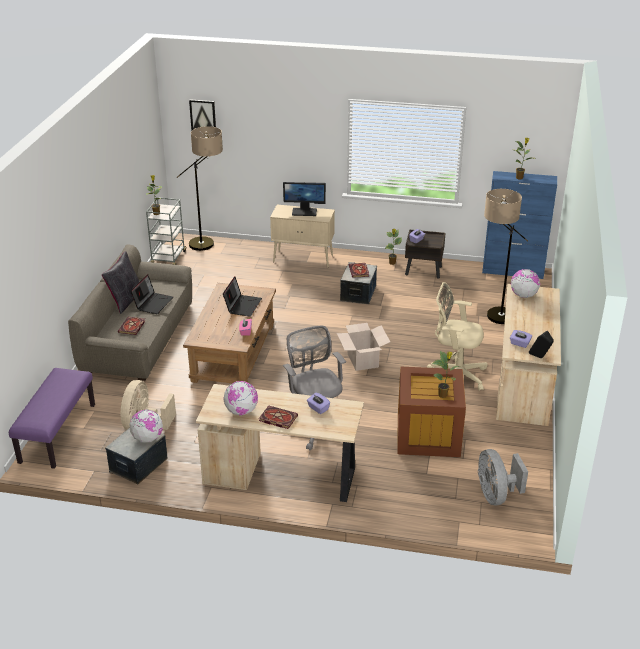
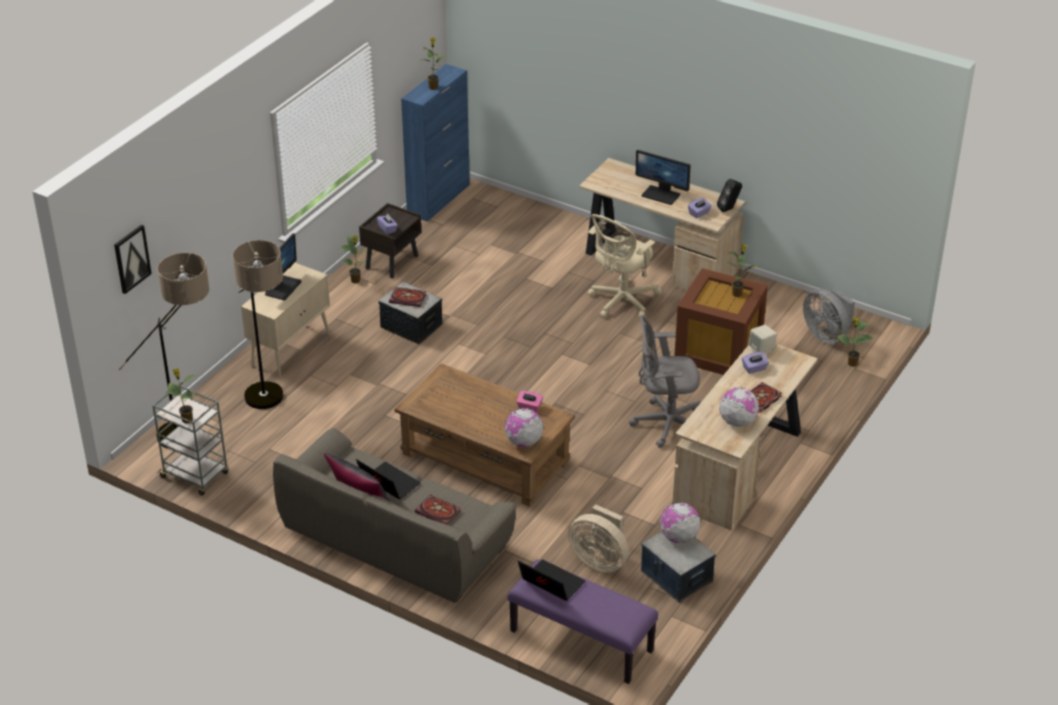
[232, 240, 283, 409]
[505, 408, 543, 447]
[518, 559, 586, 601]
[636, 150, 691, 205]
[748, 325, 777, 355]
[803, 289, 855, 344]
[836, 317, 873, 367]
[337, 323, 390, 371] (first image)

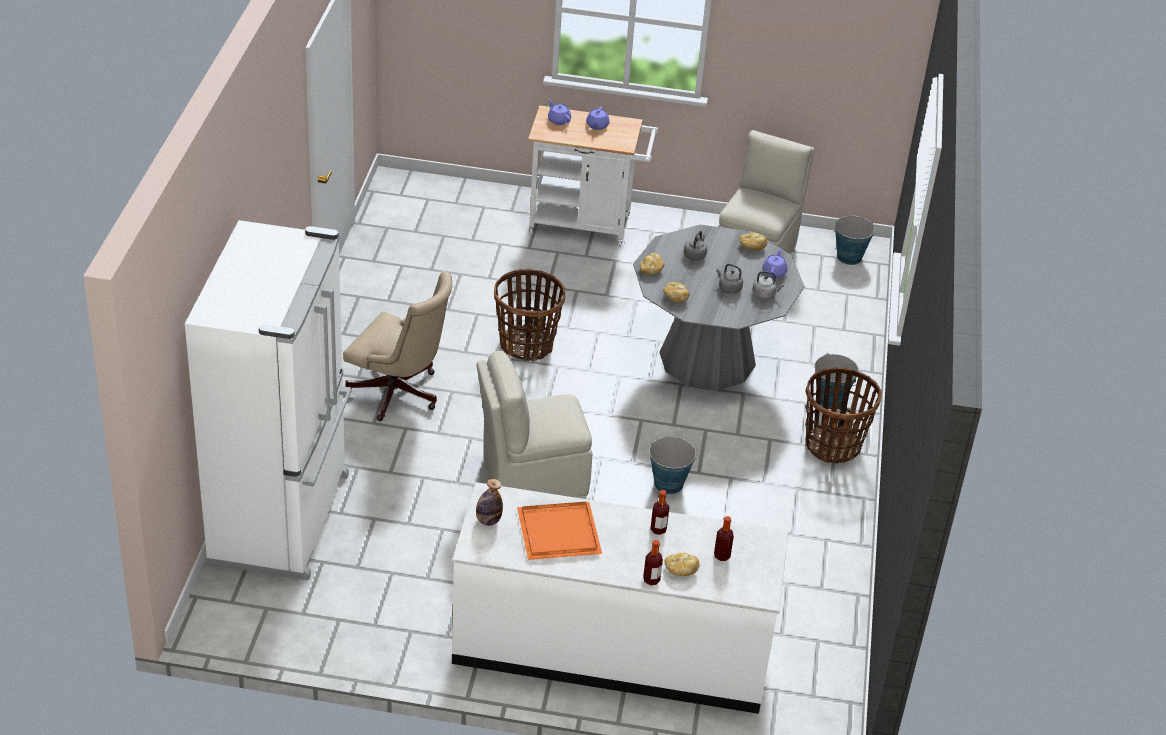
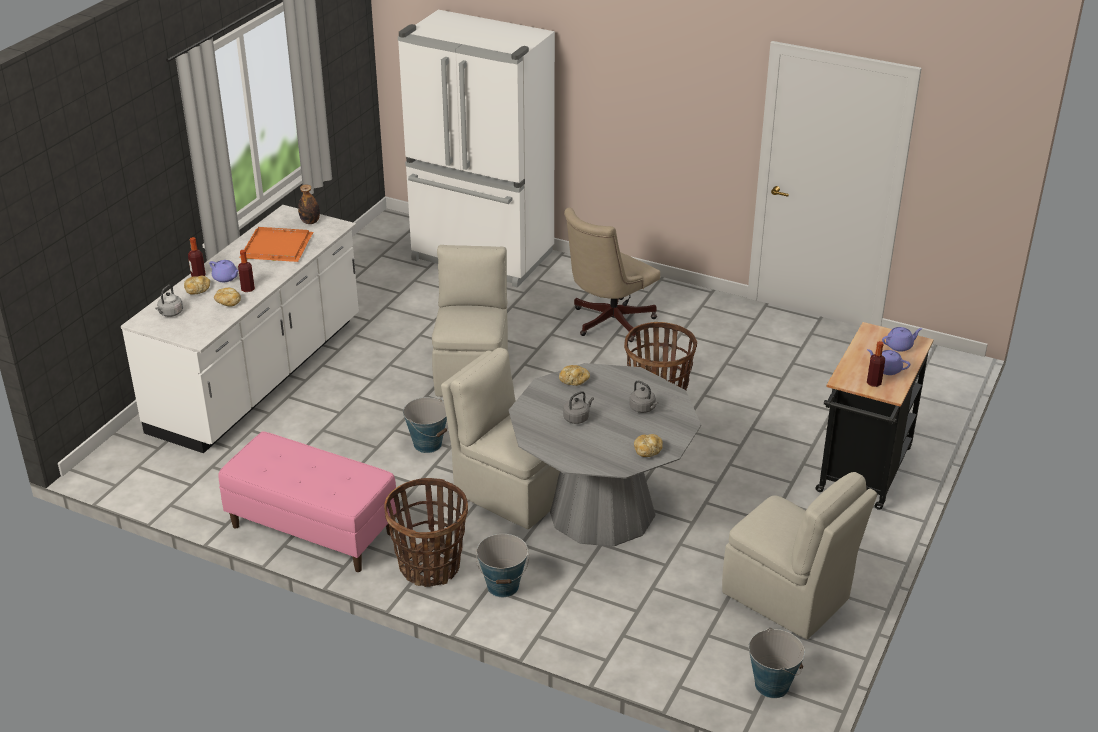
[155, 285, 183, 317]
[209, 260, 239, 282]
[214, 288, 241, 307]
[219, 431, 396, 572]
[441, 348, 560, 529]
[815, 322, 934, 510]
[867, 341, 885, 387]

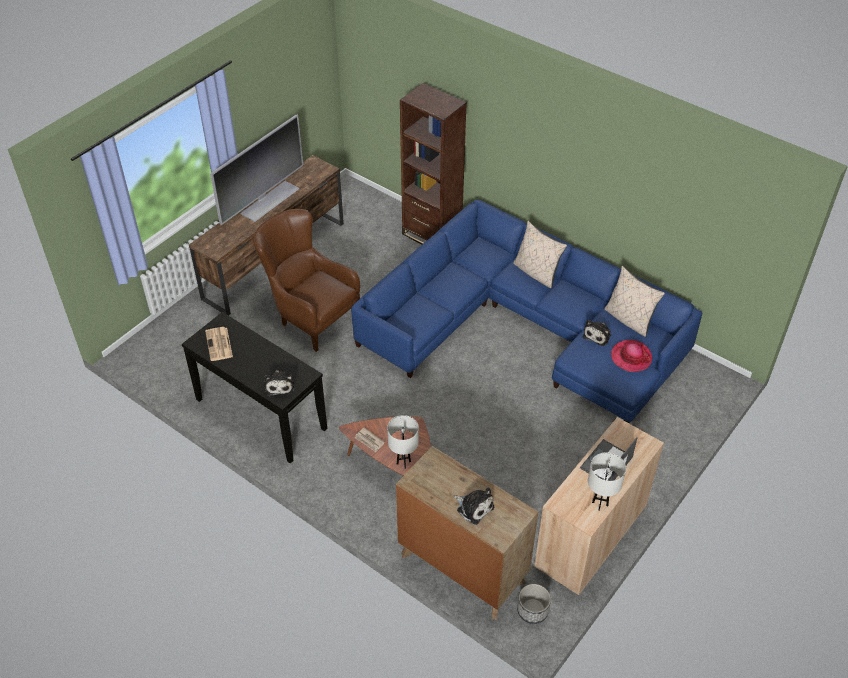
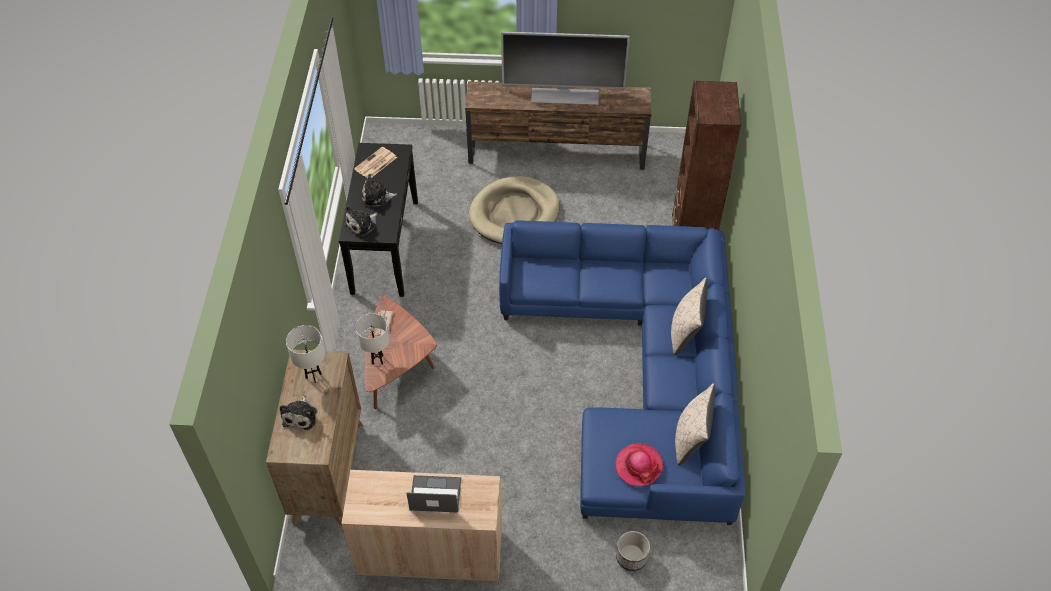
[286, 325, 325, 383]
[362, 174, 397, 207]
[469, 176, 560, 244]
[616, 531, 650, 571]

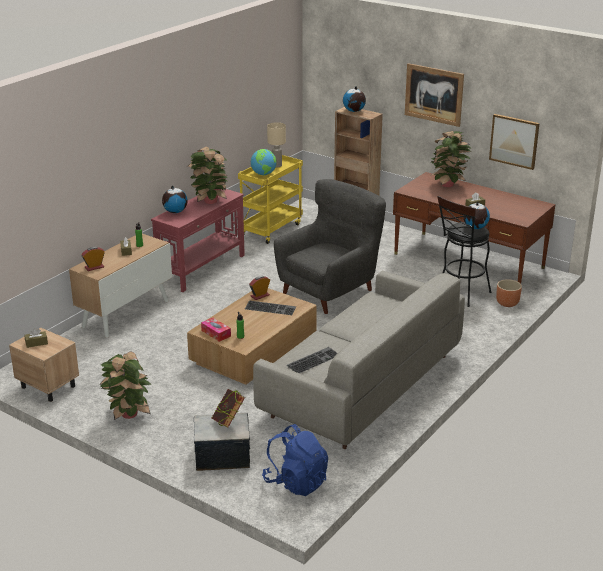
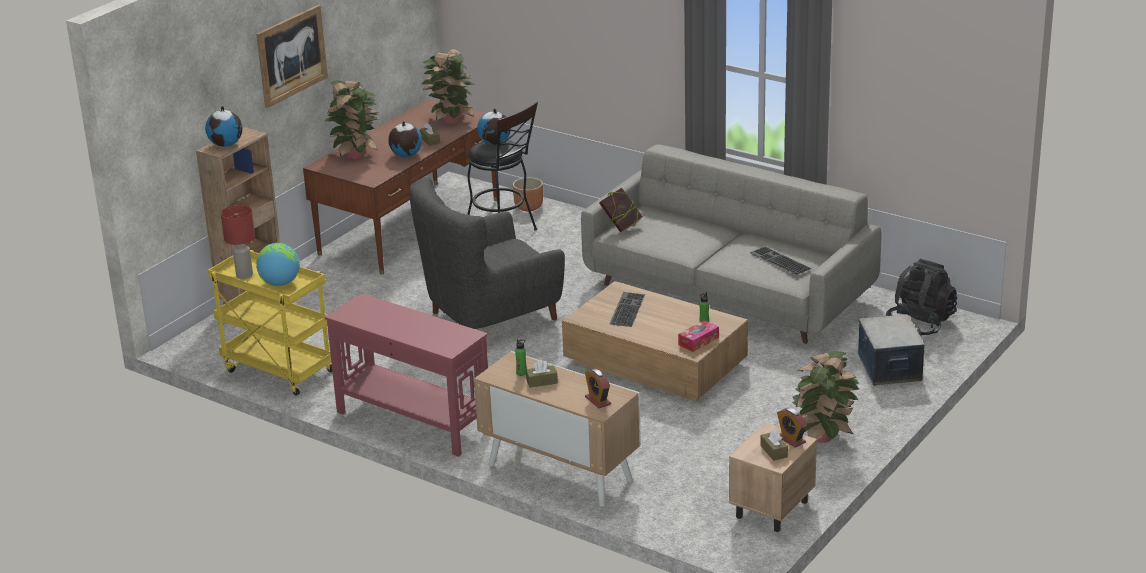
[221, 205, 255, 279]
[388, 121, 422, 157]
[409, 177, 565, 329]
[422, 49, 475, 124]
[599, 188, 643, 233]
[777, 408, 807, 448]
[886, 259, 957, 336]
[489, 114, 540, 170] (first image)

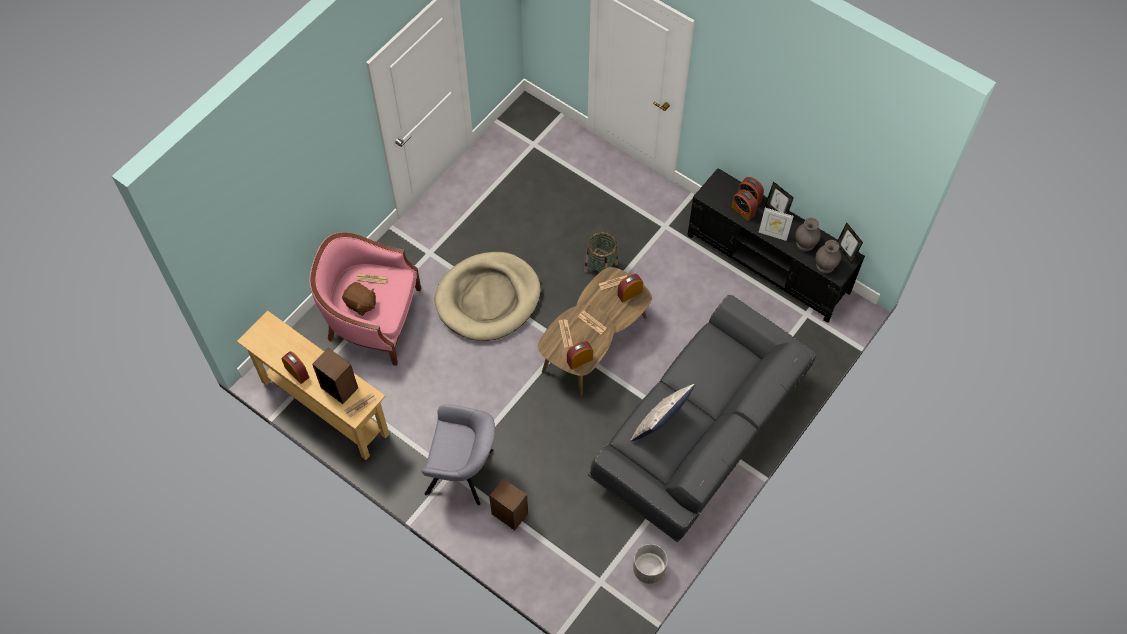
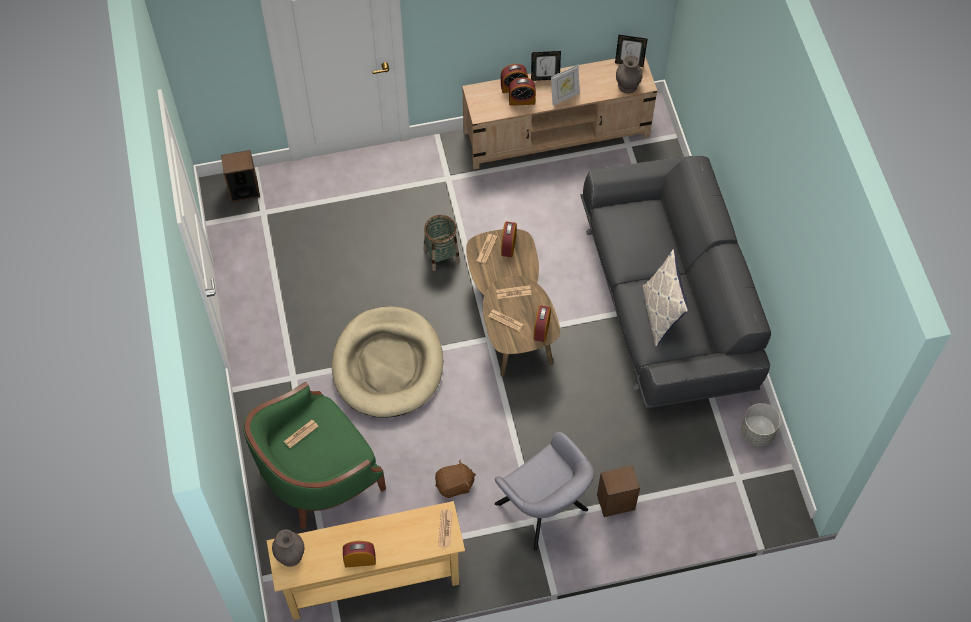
[221, 150, 260, 202]
[243, 382, 386, 529]
[272, 529, 304, 567]
[435, 459, 476, 498]
[462, 57, 657, 170]
[495, 432, 595, 551]

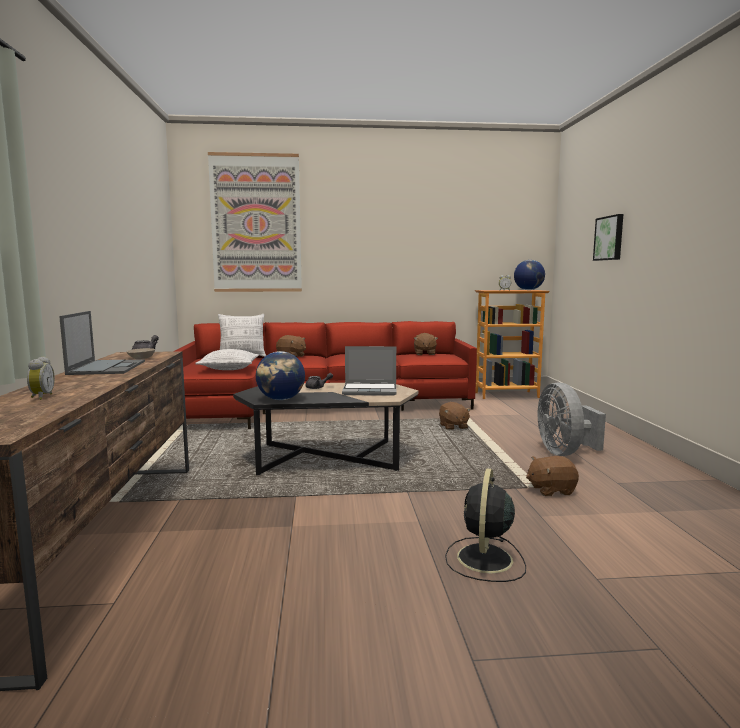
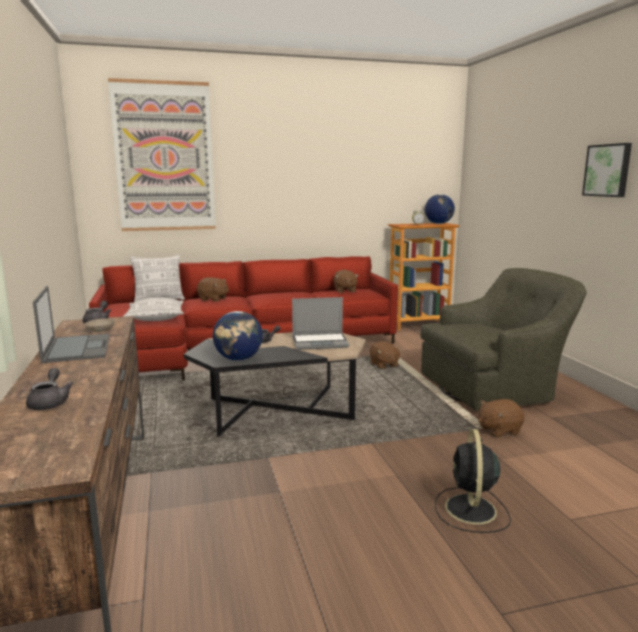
[26, 368, 73, 410]
[420, 268, 587, 411]
[582, 143, 632, 197]

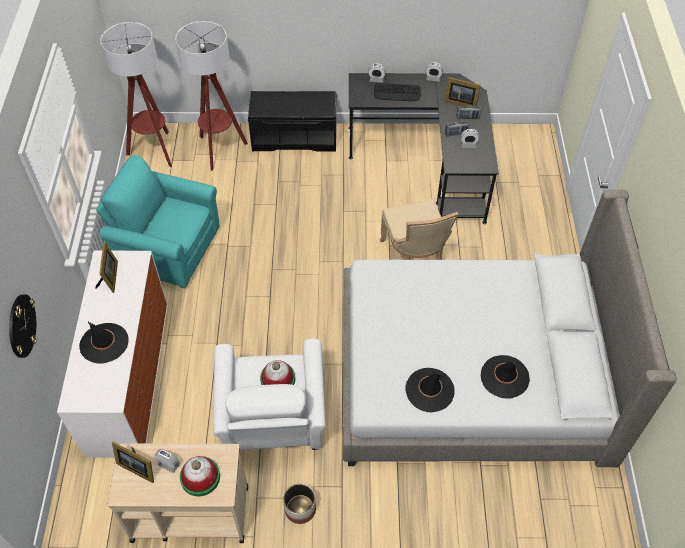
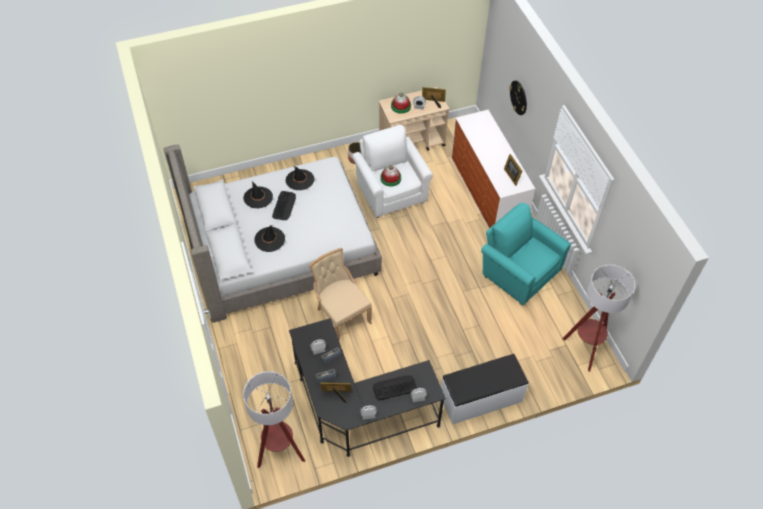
[243, 371, 305, 468]
[254, 225, 285, 252]
[272, 191, 296, 220]
[441, 354, 529, 425]
[481, 203, 571, 305]

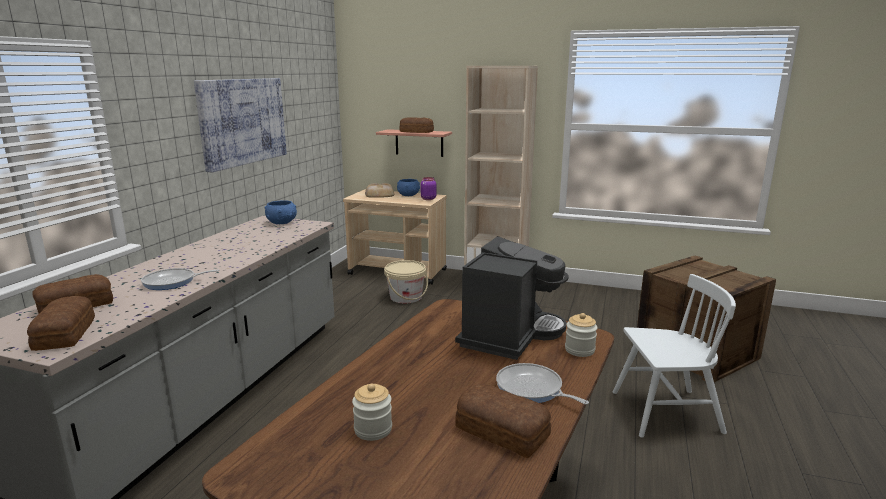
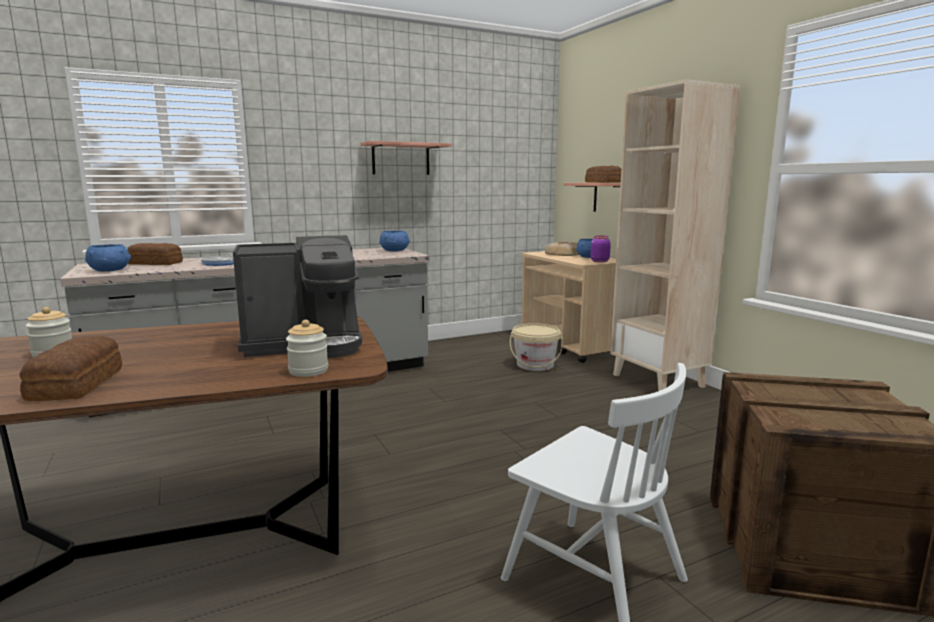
[85, 244, 131, 271]
[360, 141, 452, 175]
[496, 363, 589, 405] (first image)

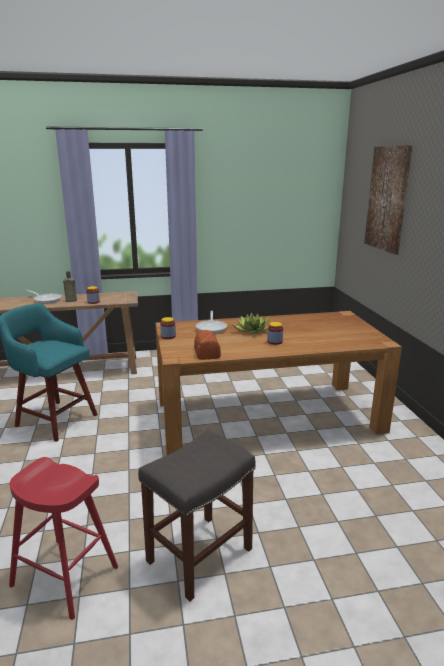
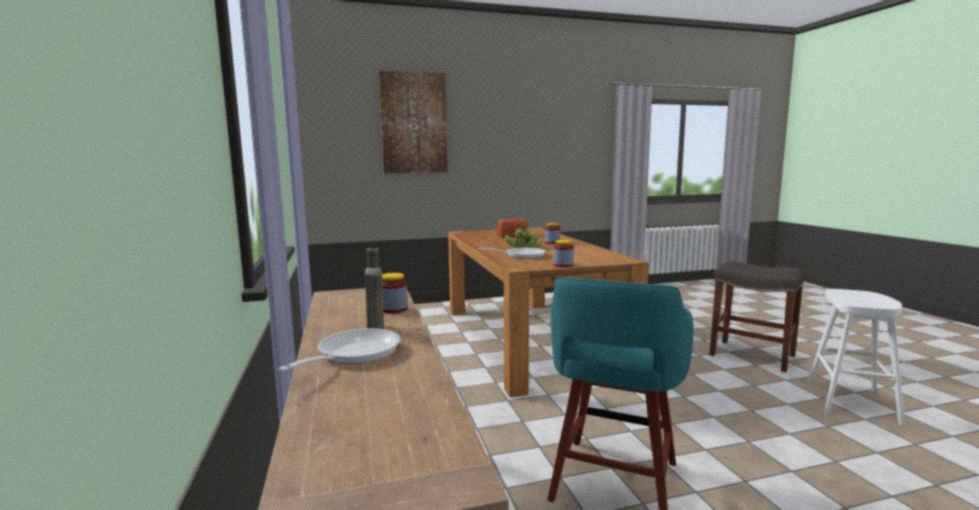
[497, 218, 528, 237]
[807, 289, 905, 425]

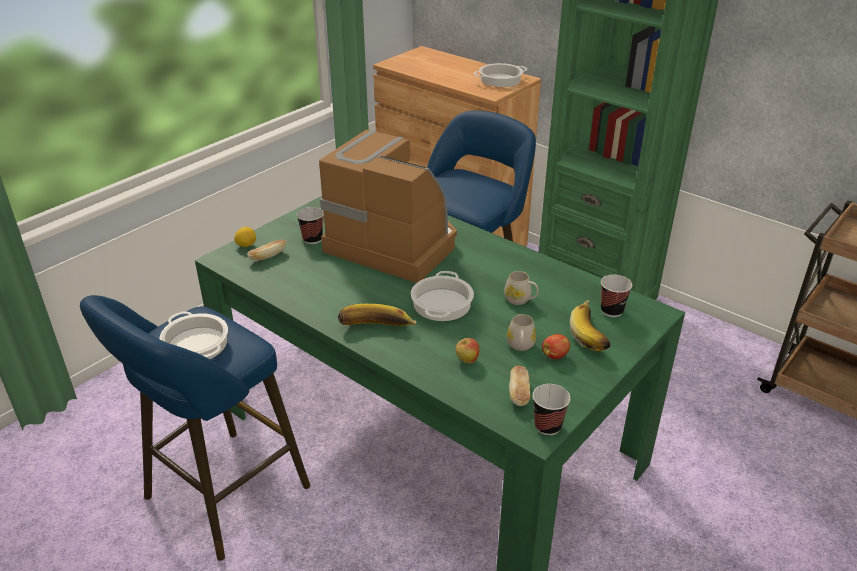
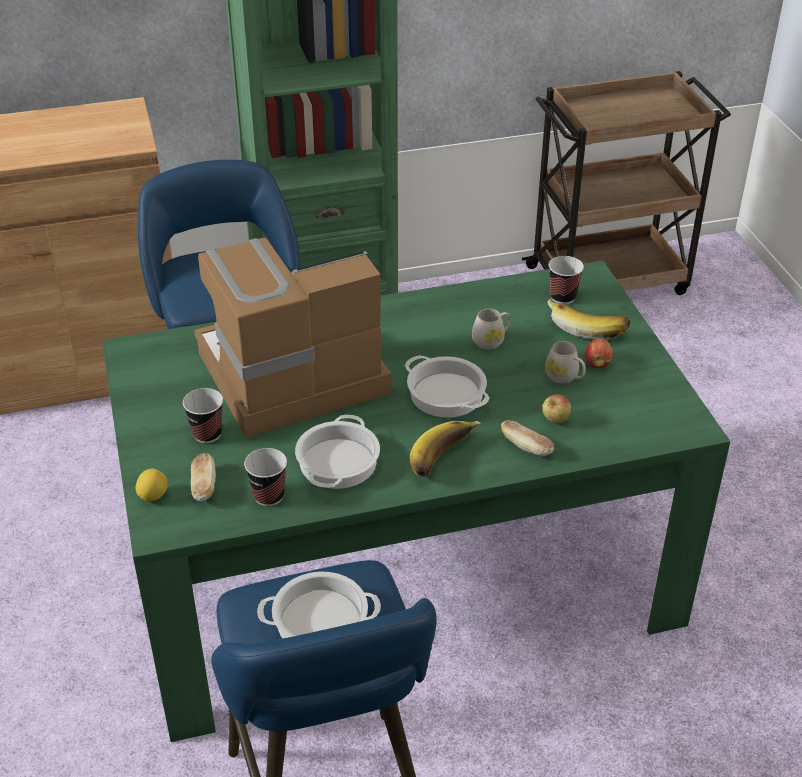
[244, 448, 287, 506]
[295, 415, 380, 489]
[501, 420, 554, 456]

